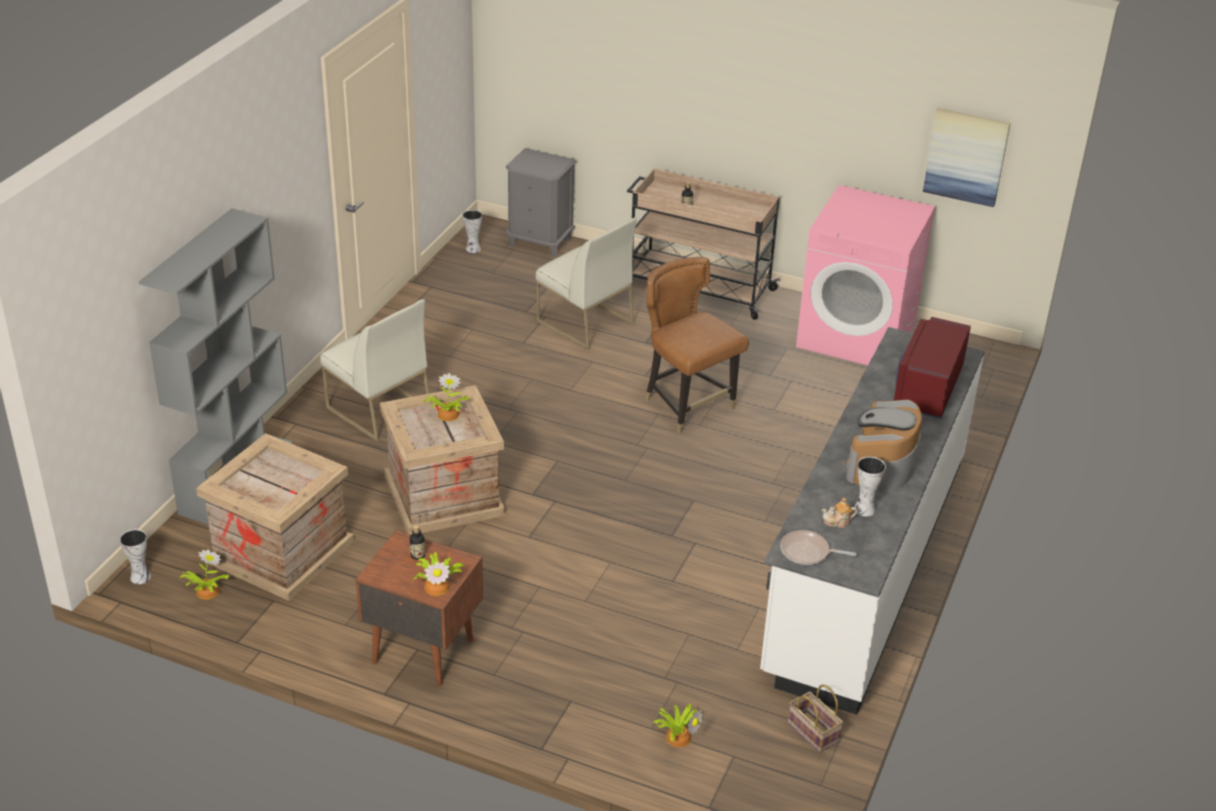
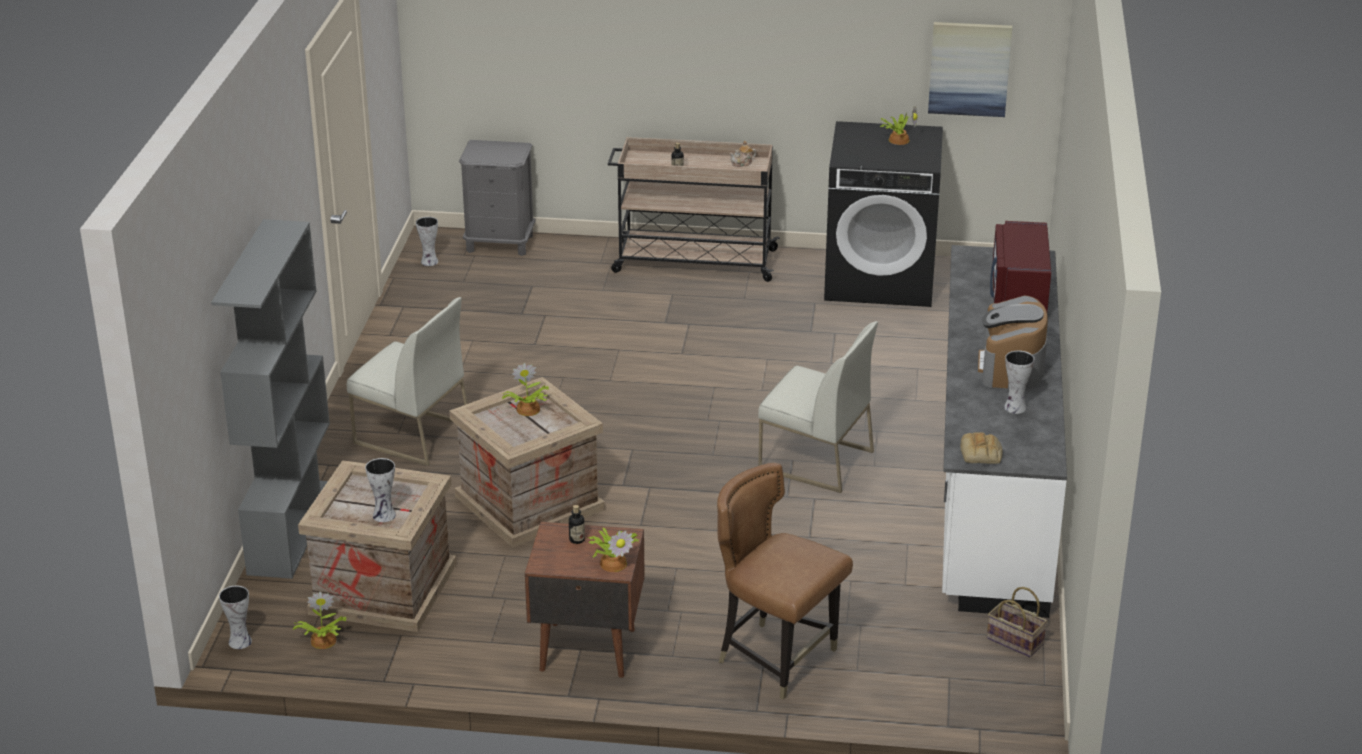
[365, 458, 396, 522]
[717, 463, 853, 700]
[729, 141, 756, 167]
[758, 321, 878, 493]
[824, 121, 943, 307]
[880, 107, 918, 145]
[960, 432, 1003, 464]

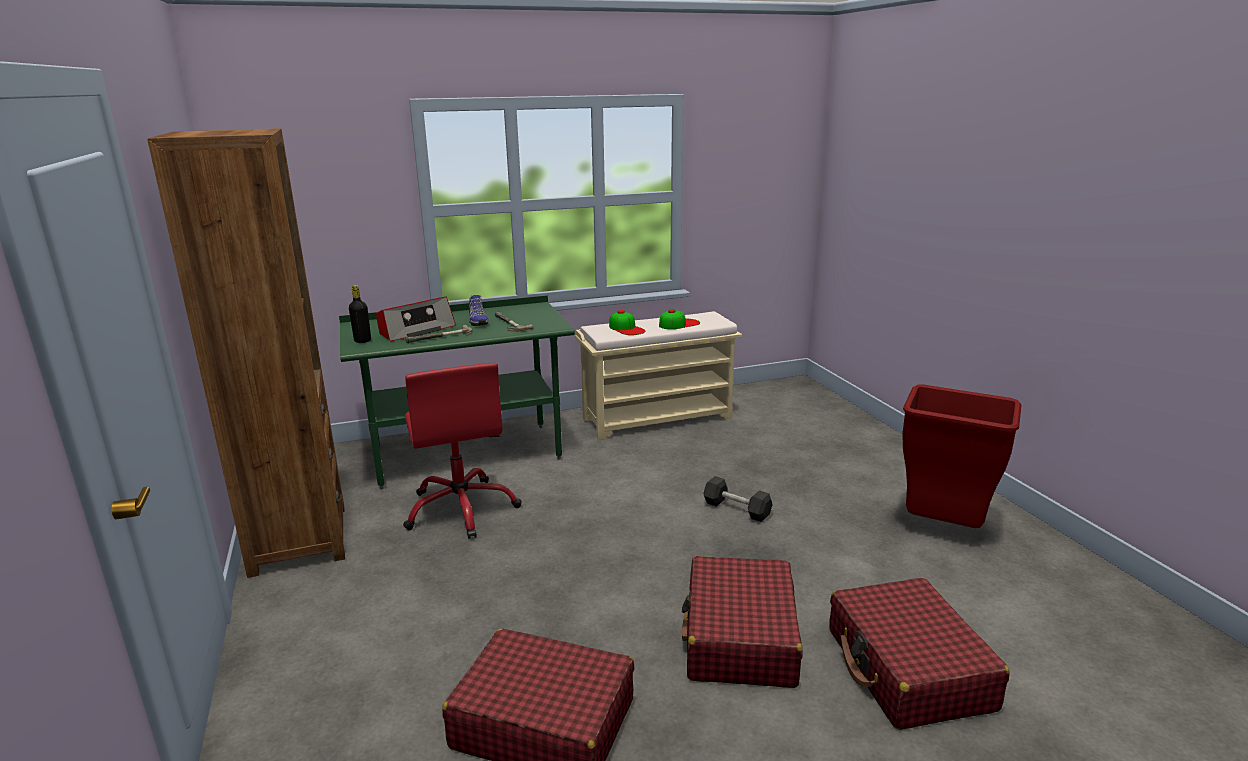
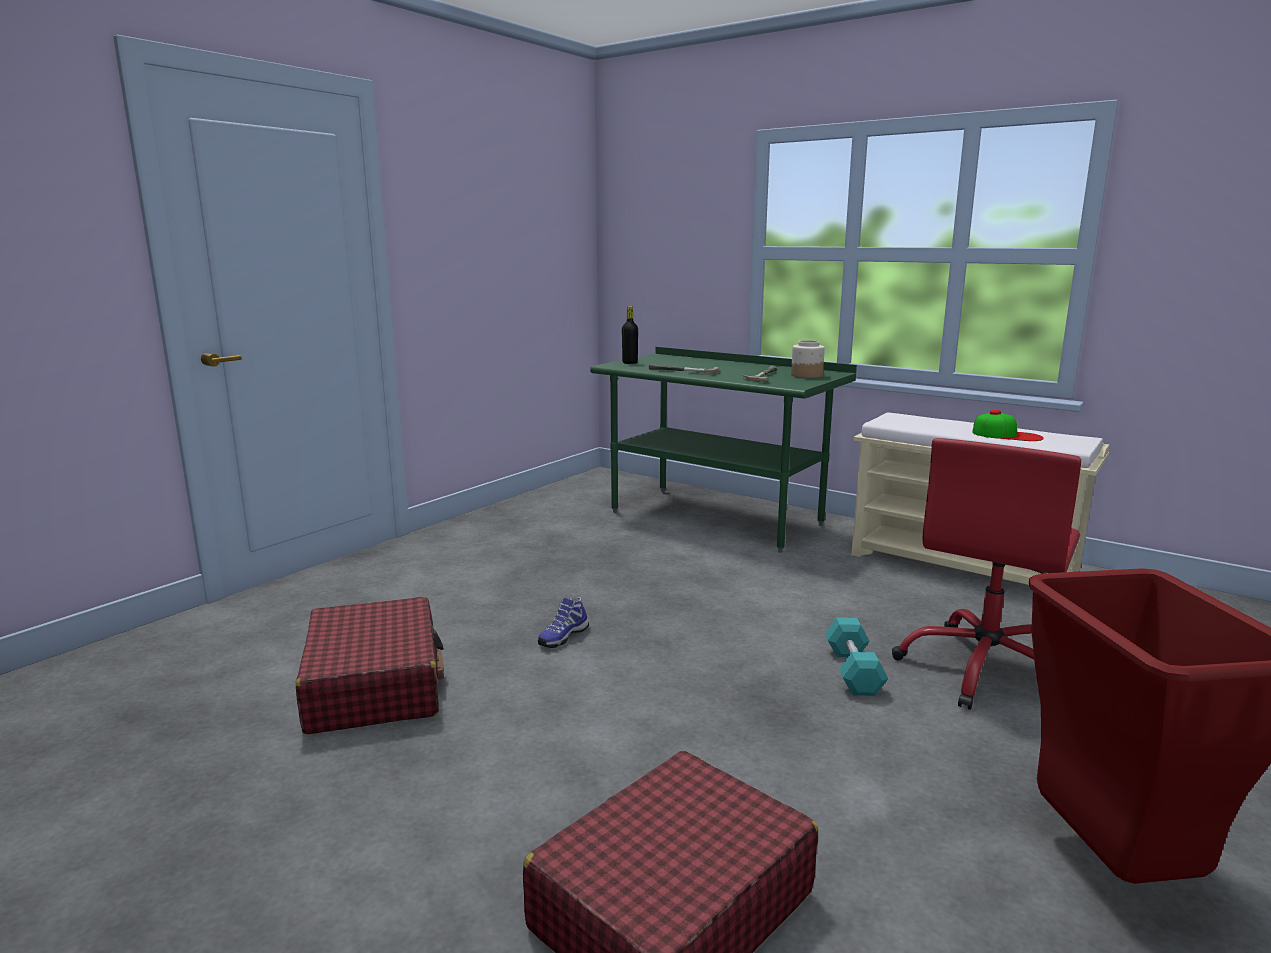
[538, 597, 589, 648]
[791, 340, 825, 378]
[825, 617, 888, 696]
[892, 438, 1081, 710]
[147, 128, 345, 578] (first image)
[376, 297, 456, 341] (first image)
[609, 310, 645, 335] (first image)
[682, 556, 803, 688] (first image)

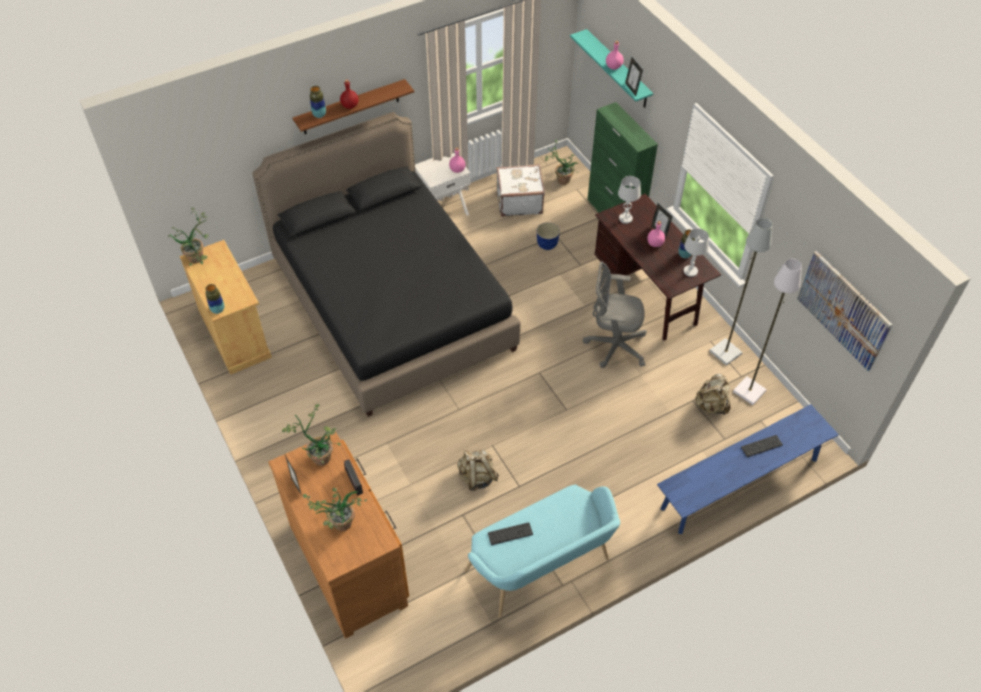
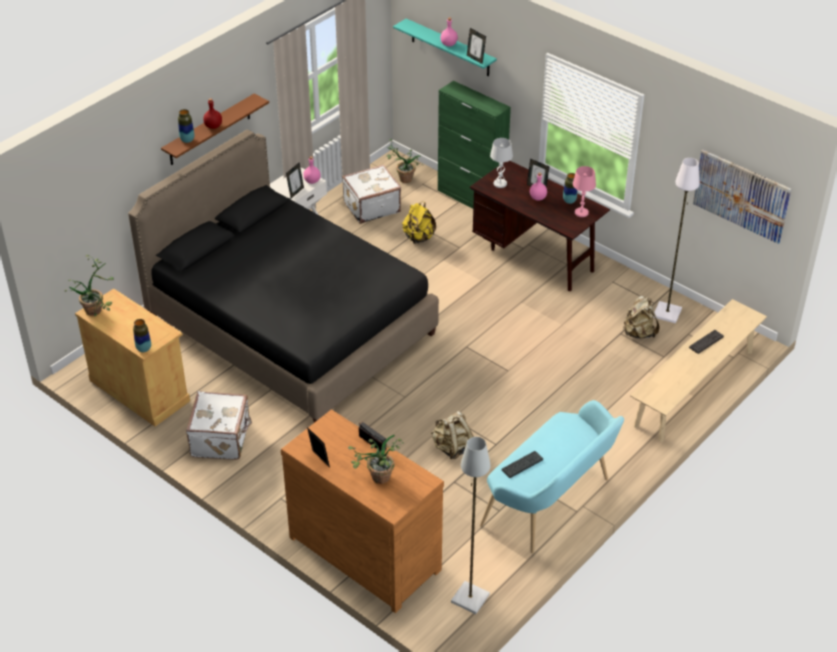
[186, 391, 252, 460]
[286, 163, 304, 198]
[402, 202, 436, 244]
[451, 437, 491, 614]
[573, 166, 596, 217]
[630, 299, 767, 442]
[282, 404, 341, 466] (first image)
[583, 262, 647, 368] (first image)

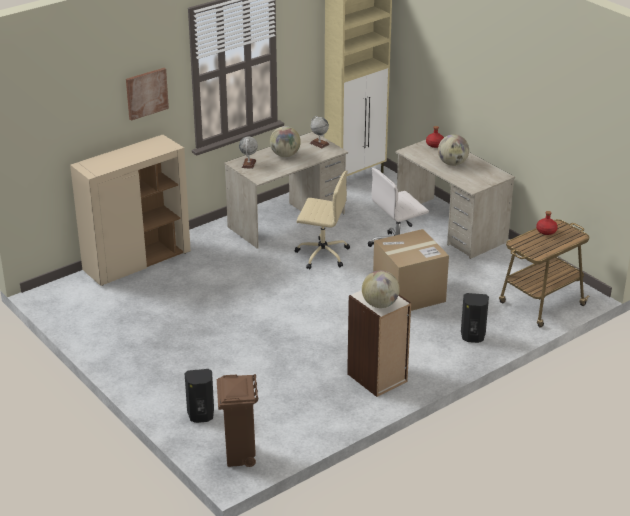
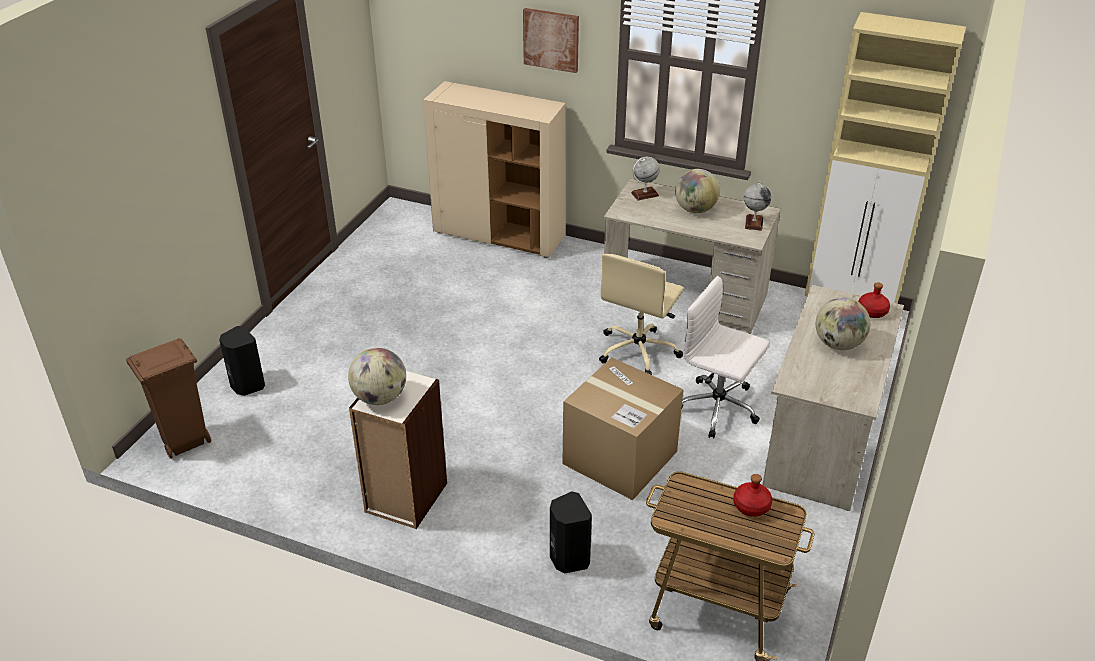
[599, 254, 684, 375]

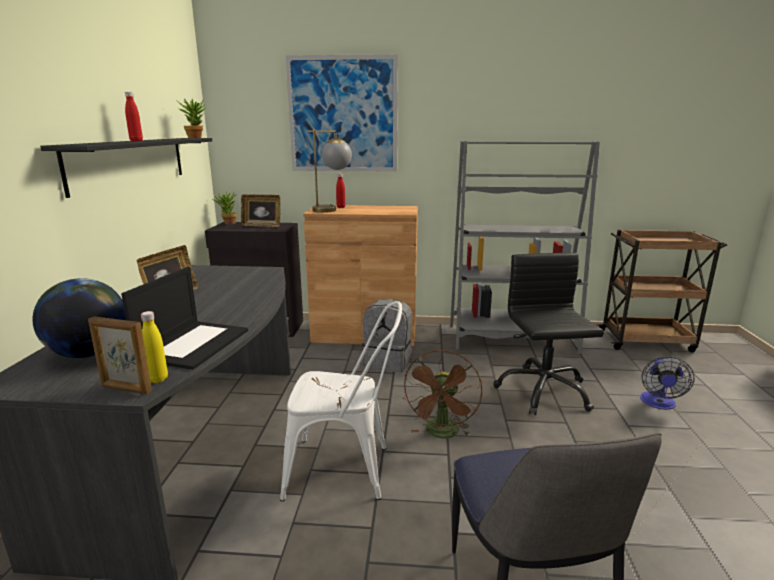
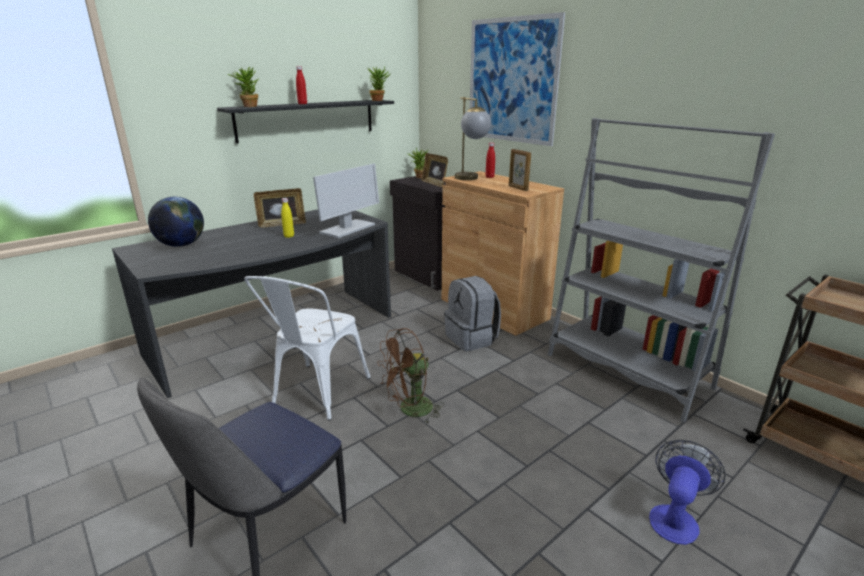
[228, 67, 260, 107]
[244, 276, 371, 420]
[281, 198, 294, 238]
[313, 163, 379, 238]
[509, 149, 531, 191]
[649, 440, 726, 545]
[121, 267, 248, 370] (first image)
[493, 253, 604, 415] (first image)

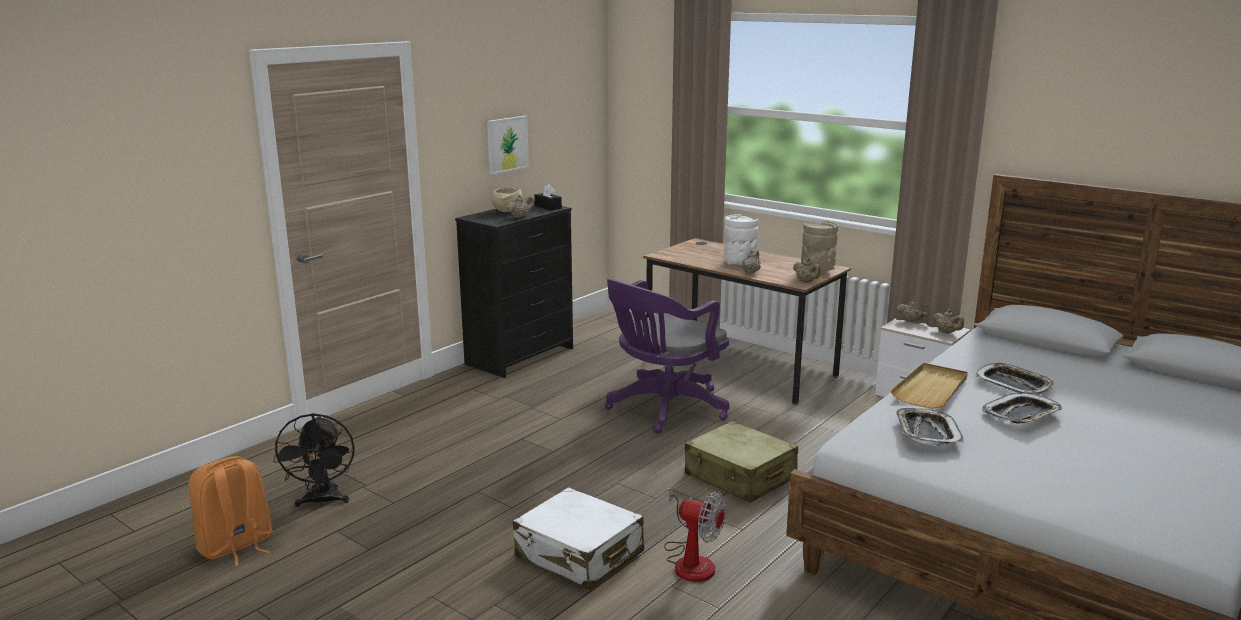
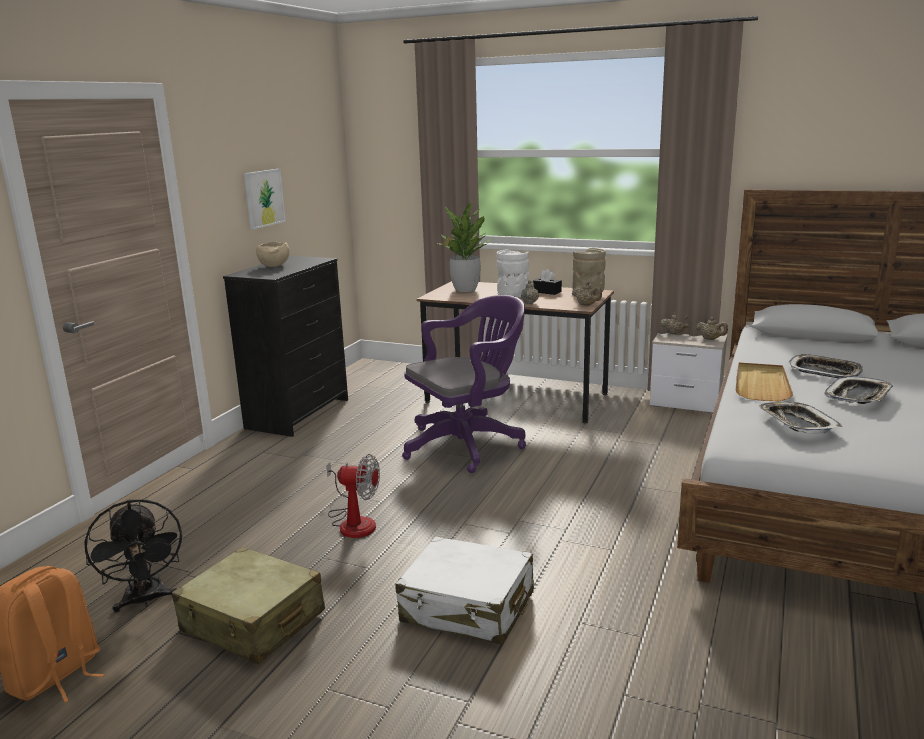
[172, 547, 325, 664]
[326, 454, 380, 538]
[402, 295, 526, 473]
[435, 202, 492, 292]
[532, 269, 562, 295]
[507, 194, 534, 218] (first image)

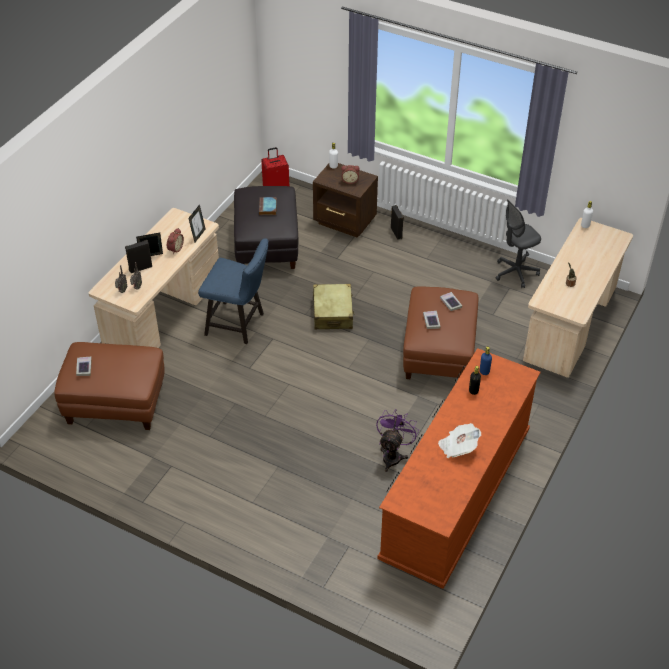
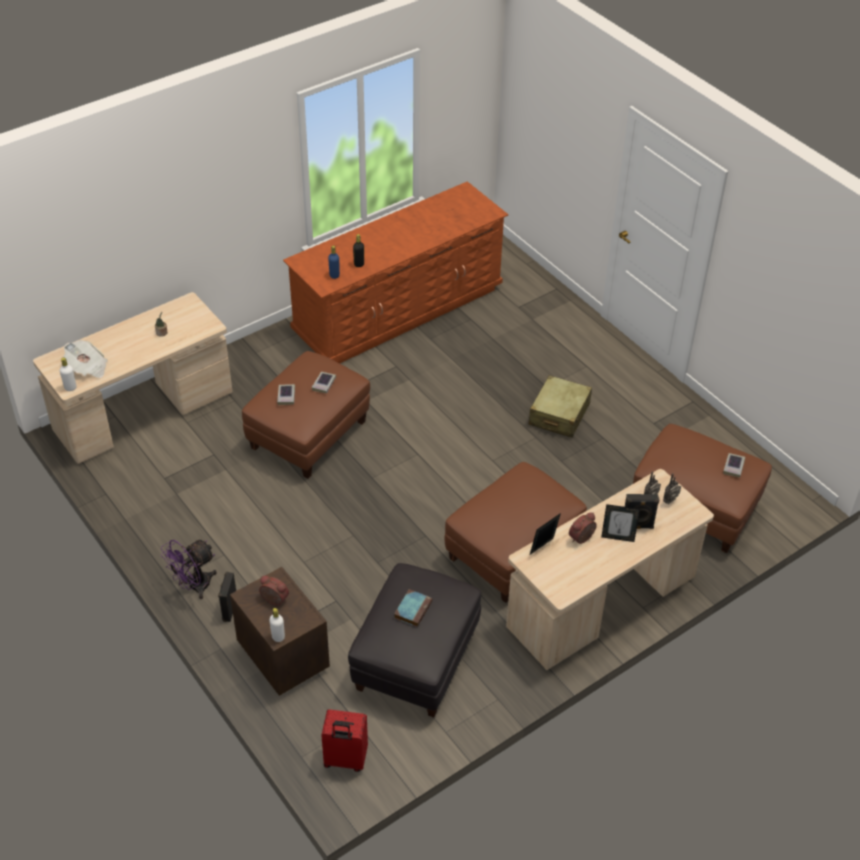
[63, 340, 108, 378]
[161, 540, 217, 599]
[444, 462, 587, 603]
[529, 375, 592, 438]
[496, 199, 541, 288] (first image)

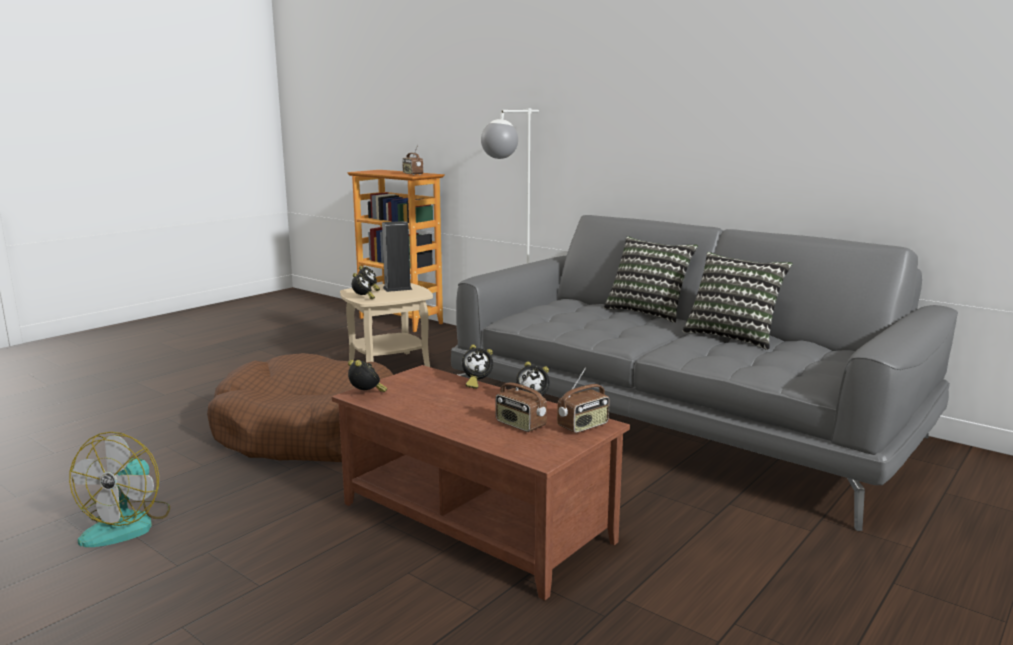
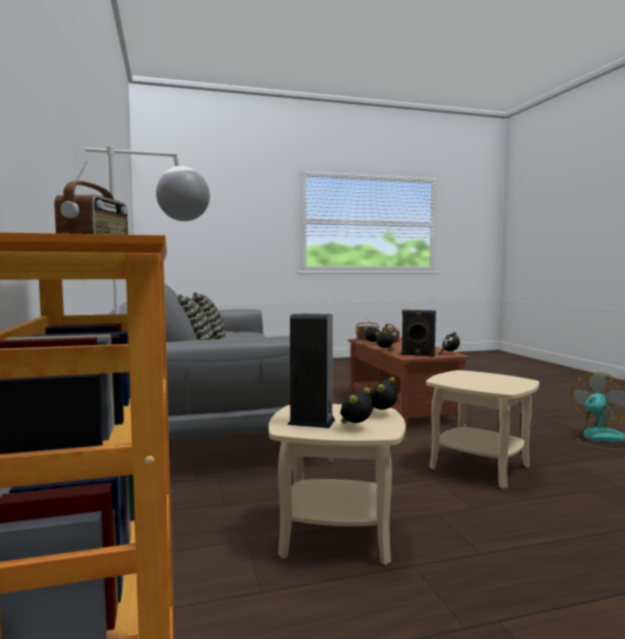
[401, 310, 436, 357]
[426, 370, 539, 489]

